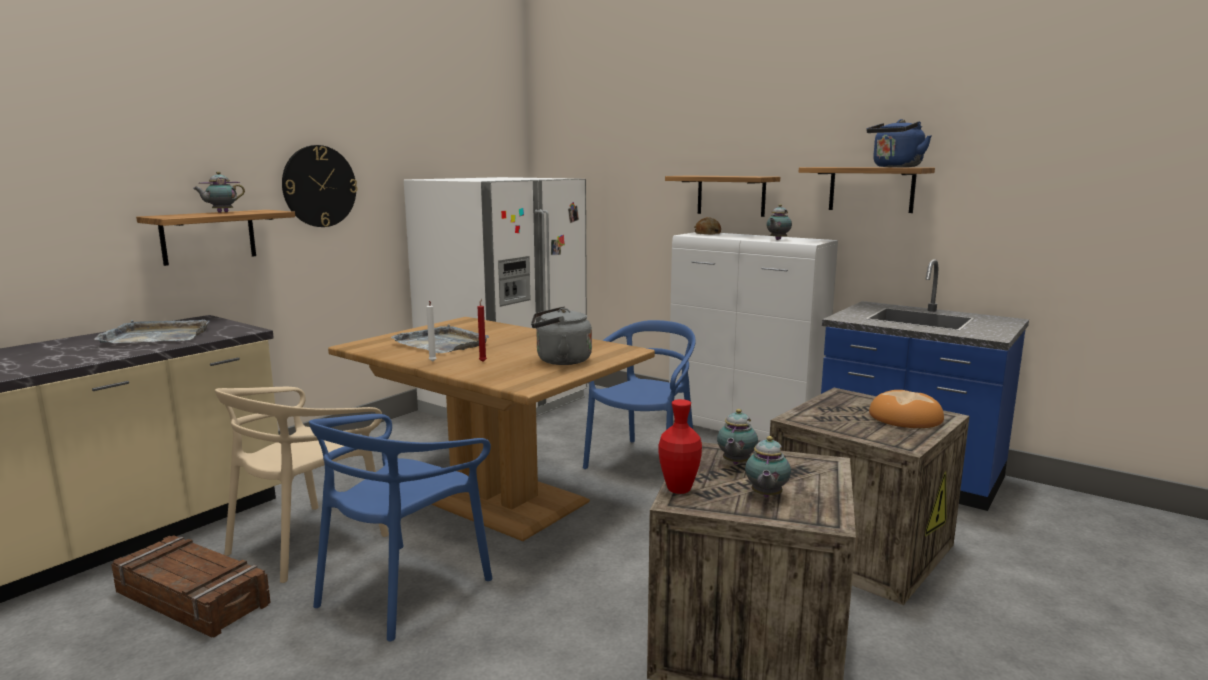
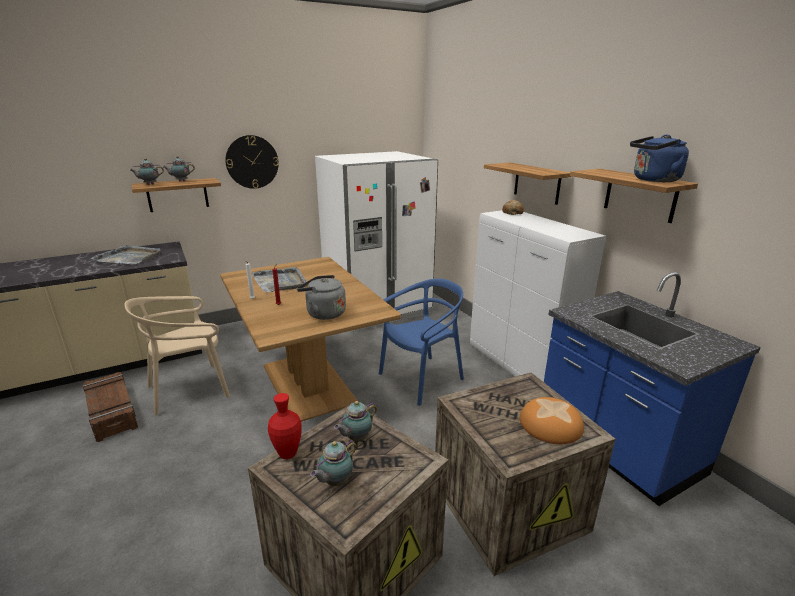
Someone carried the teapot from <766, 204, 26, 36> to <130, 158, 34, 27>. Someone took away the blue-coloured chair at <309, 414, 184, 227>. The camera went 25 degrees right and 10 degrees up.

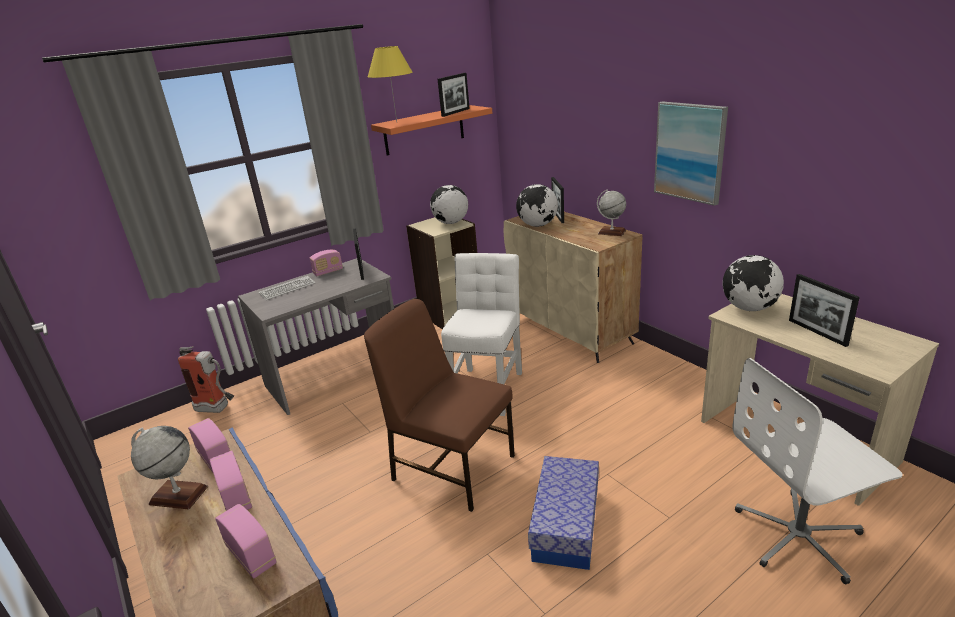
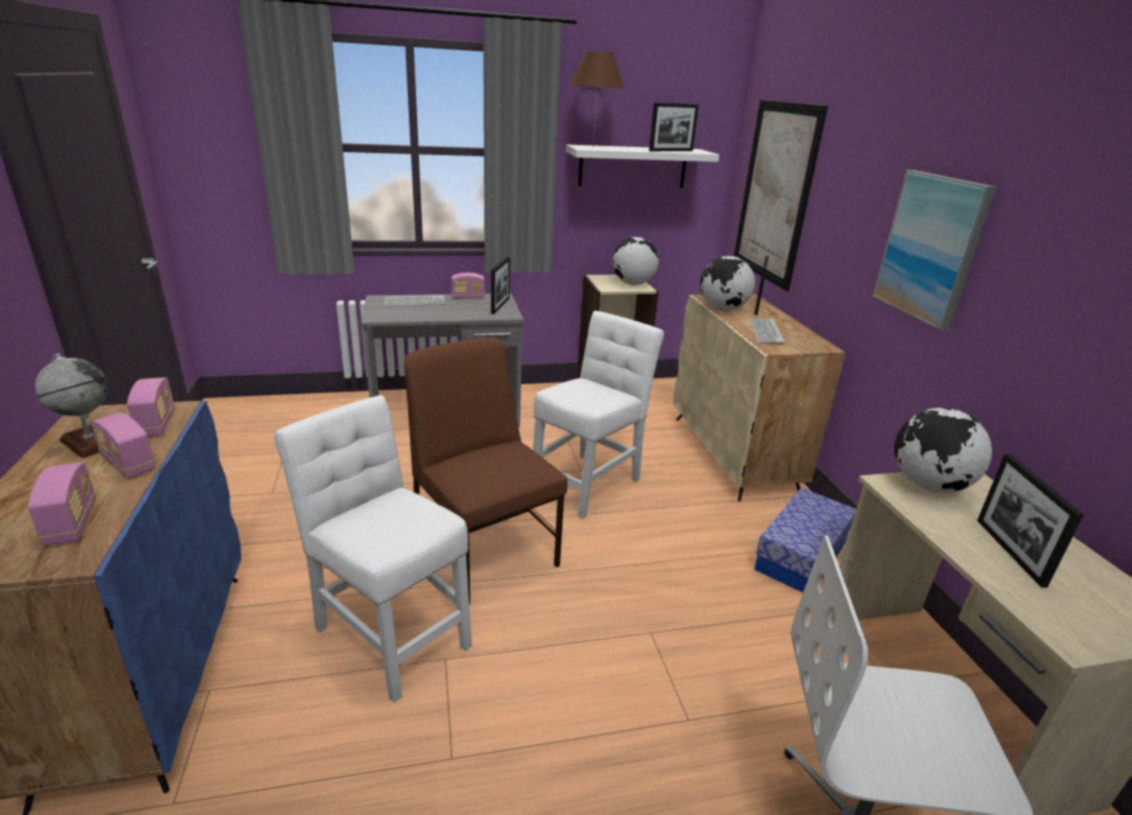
Someone rotated the radio receiver at <210, 451, 42, 60> by 135 degrees clockwise. Someone put down the white-coloured chair at <274, 395, 198, 308>. Someone repainted the orange-coloured wall shelf at <371, 105, 121, 50>, which became the white-coloured wall shelf at <566, 145, 153, 43>. Someone repainted the yellowish tabletop lamp at <368, 46, 44, 76>, which became the brown-coloured tabletop lamp at <570, 51, 54, 97>. Someone put up the picture at <734, 99, 94, 192>. Someone put down the PC keyboard at <750, 319, 35, 25>. Someone carried the storage container from <528, 456, 71, 114> to <754, 488, 102, 105>. Someone took away the fire extinguisher at <178, 346, 56, 67>. Someone took away the globe at <597, 190, 29, 46>. The camera went 20 degrees right and 0 degrees up.

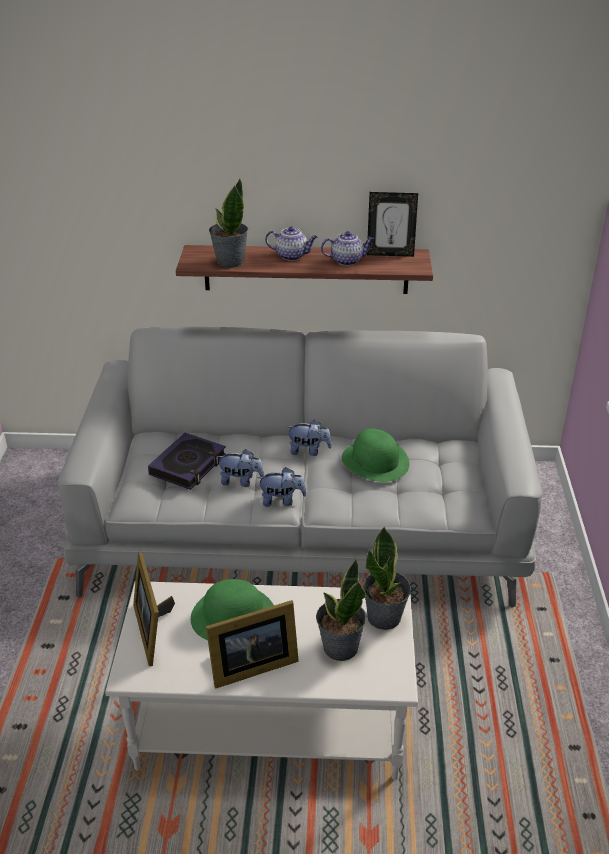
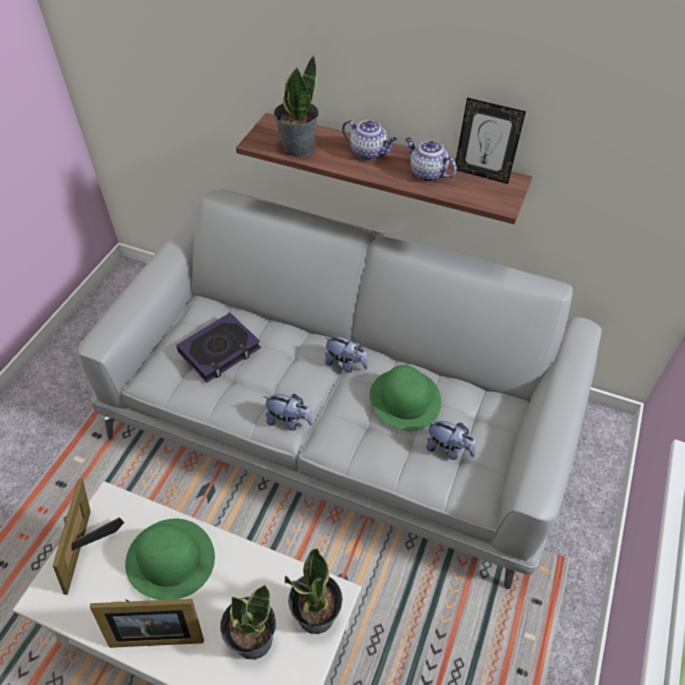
Someone rotated the teapot at <321, 231, 53, 35> by 150 degrees counterclockwise. Someone carried the plush toy from <216, 449, 48, 38> to <426, 421, 50, 39>. The camera went 20 degrees right and 15 degrees up.

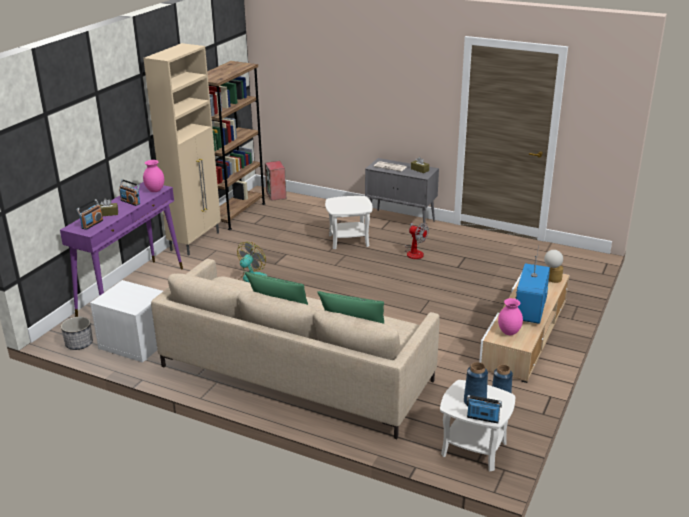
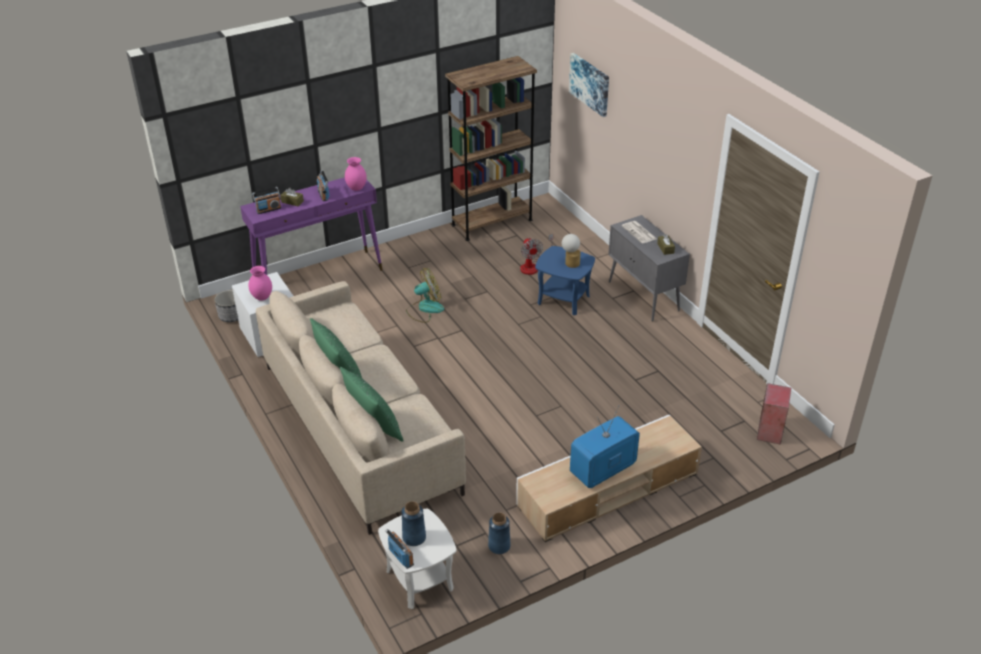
Someone carried the pink decorative vase from <498, 298, 25, 37> to <249, 266, 23, 35>. Someone carried the electric fan from <405, 222, 24, 37> to <520, 234, 33, 41>. Someone repainted the white-coloured accent table at <325, 196, 48, 54>, which became the blue-coloured accent table at <535, 246, 60, 69>. Someone carried the tabletop lamp from <544, 250, 19, 33> to <562, 234, 19, 34>. Someone put up the picture at <569, 53, 40, 64>. Someone carried the audio speaker from <265, 161, 21, 40> to <757, 383, 34, 62>. Someone took away the beige-coloured storage cabinet at <143, 43, 78, 212>. The camera went 35 degrees right and 10 degrees up.

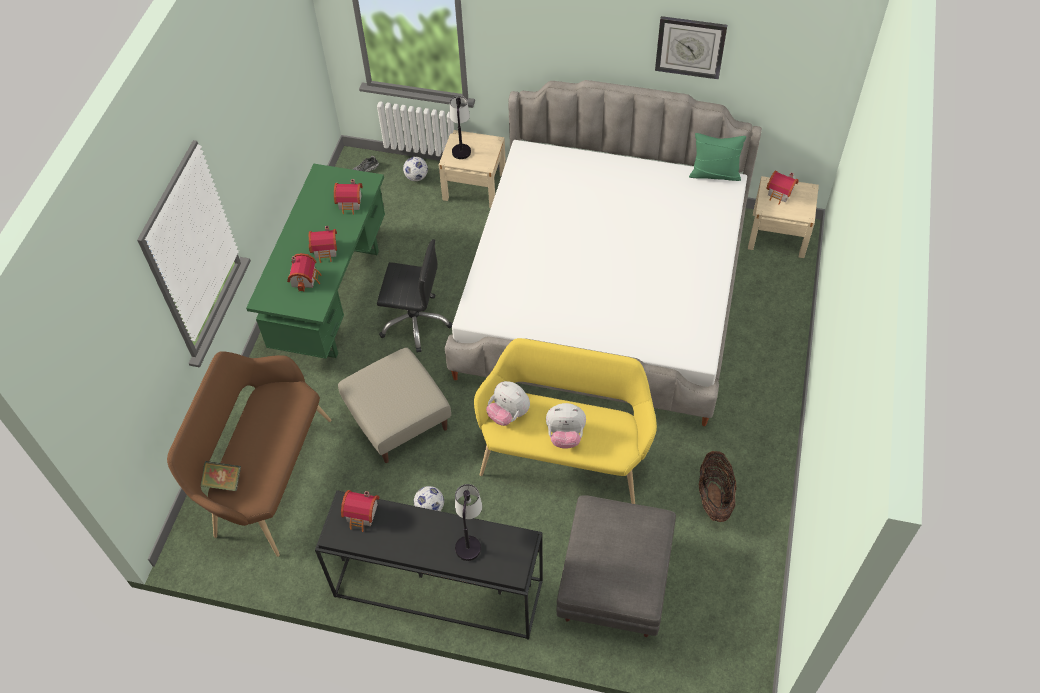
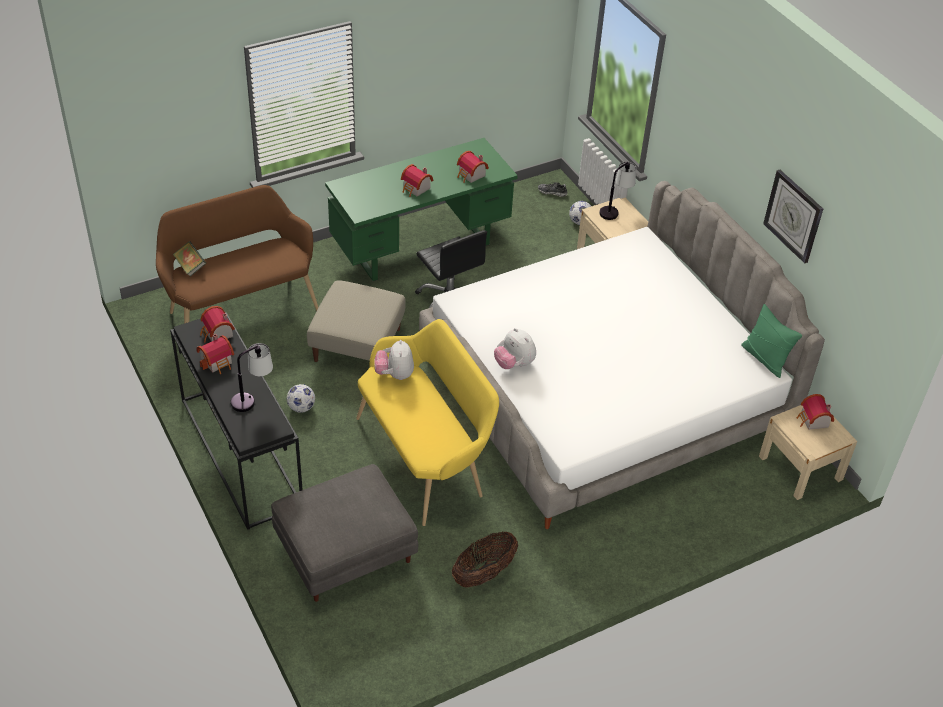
Someone carried the model house from <287, 253, 35, 39> to <196, 334, 38, 40>. Someone carried the plush toy from <546, 403, 40, 46> to <494, 328, 42, 41>. The camera went 45 degrees right and 10 degrees down.

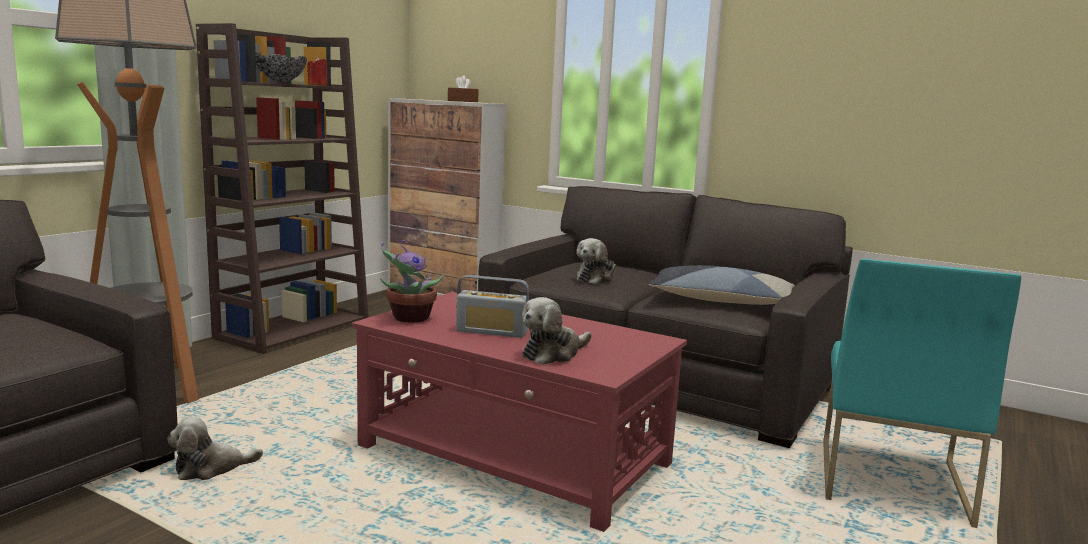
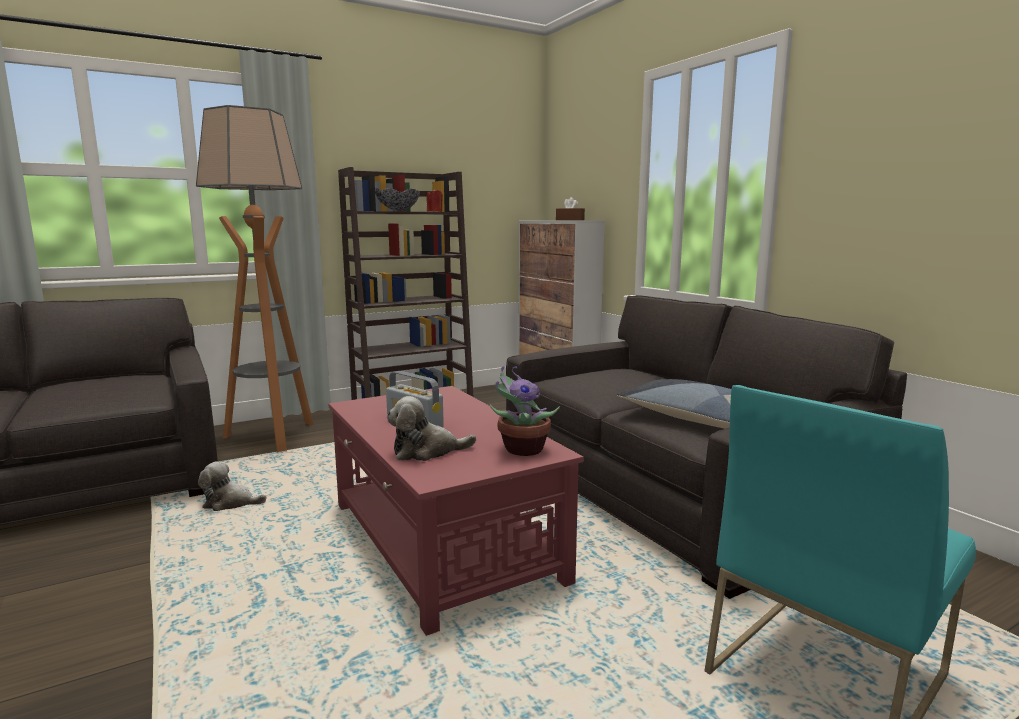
Someone carried the potted plant from <380, 240, 64, 83> to <490, 366, 70, 90>. Someone took away the plush toy at <576, 238, 40, 46>. The camera went 30 degrees right and 0 degrees up.

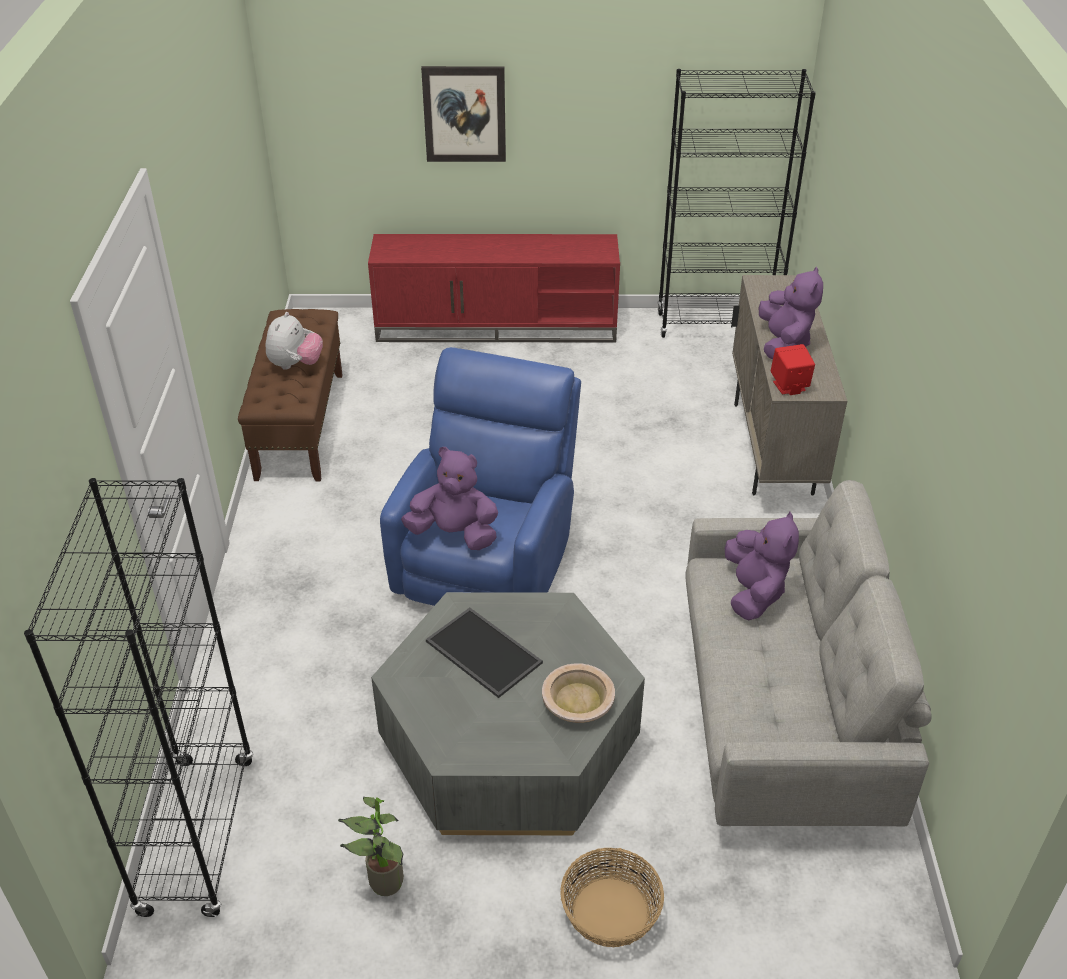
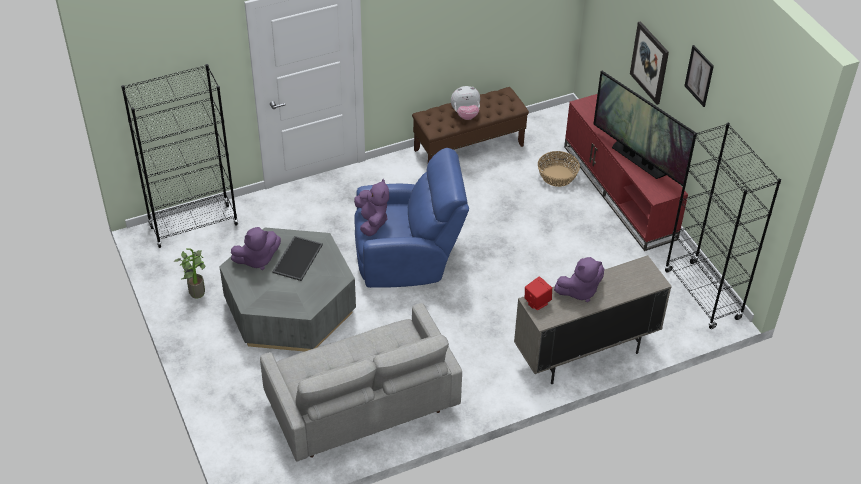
Someone carried the purple-coloured plush toy from <725, 512, 74, 108> to <231, 227, 50, 43>. Someone carried the household basket from <560, 848, 104, 99> to <538, 151, 42, 36>. Someone put down the TV at <593, 71, 103, 115>. Someone put up the picture at <684, 45, 30, 62>. Someone took away the beige-coloured bowl at <542, 663, 73, 60>. The camera went 65 degrees right and 5 degrees up.

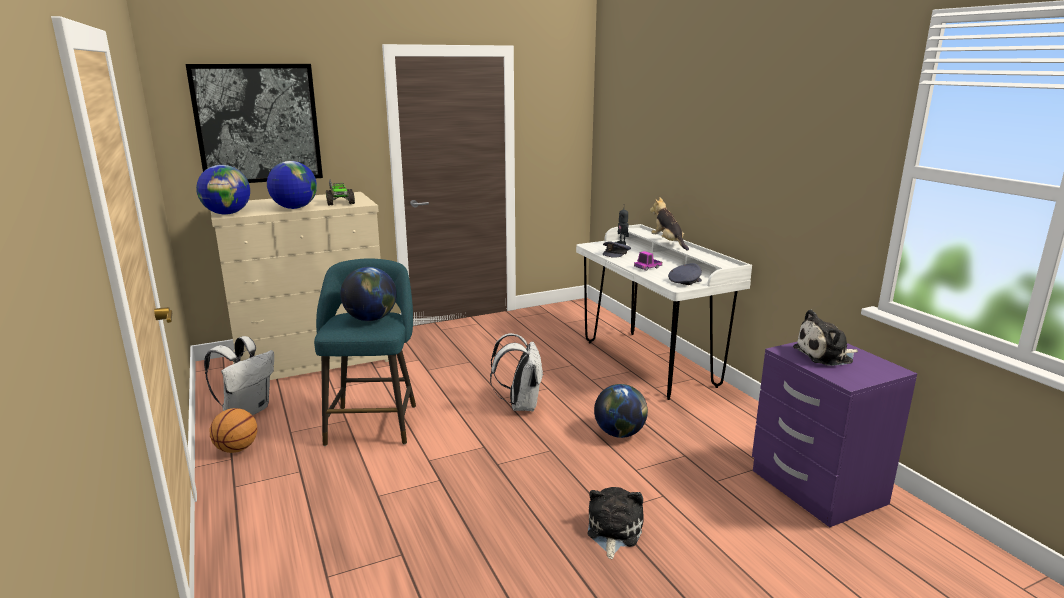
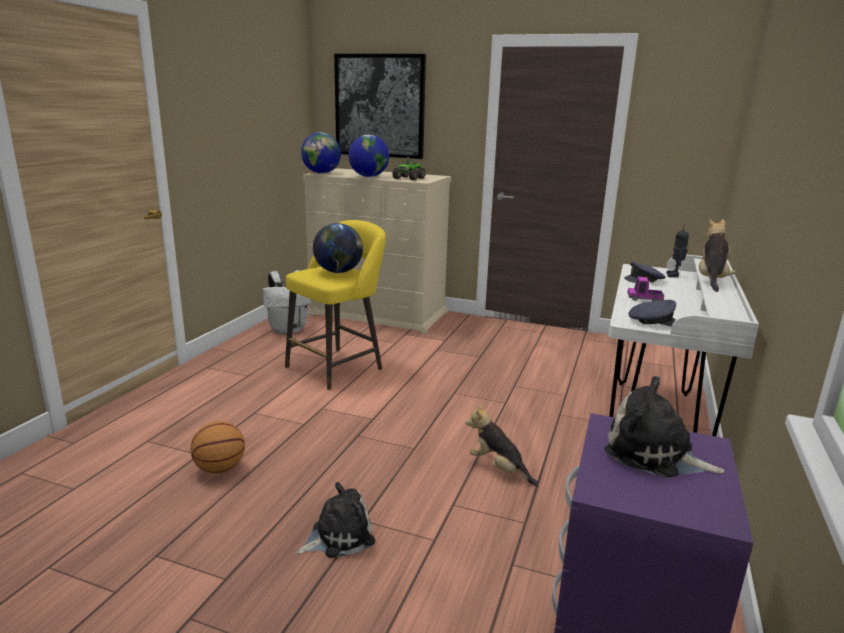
Someone carried the ball for basketball from <210, 408, 47, 45> to <190, 421, 55, 53>. Someone repainted the turquoise sitting stool at <314, 258, 102, 188>, which became the yellowish sitting stool at <285, 220, 101, 170>. Someone swapped the globe at <594, 384, 54, 54> for the plush toy at <465, 403, 73, 83>. Someone took away the white-coloured backpack at <490, 333, 53, 79>. The camera went 45 degrees right and 0 degrees up.

